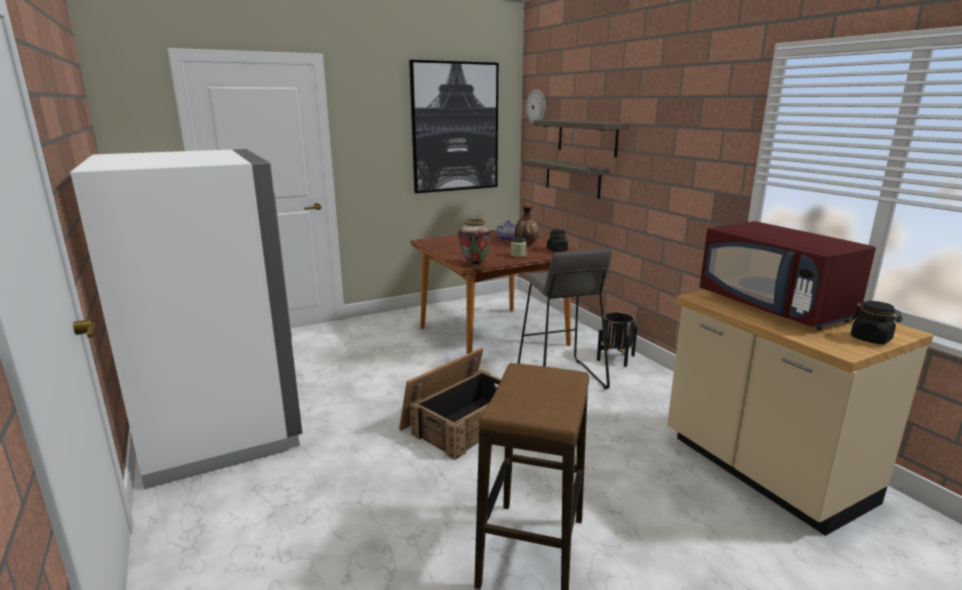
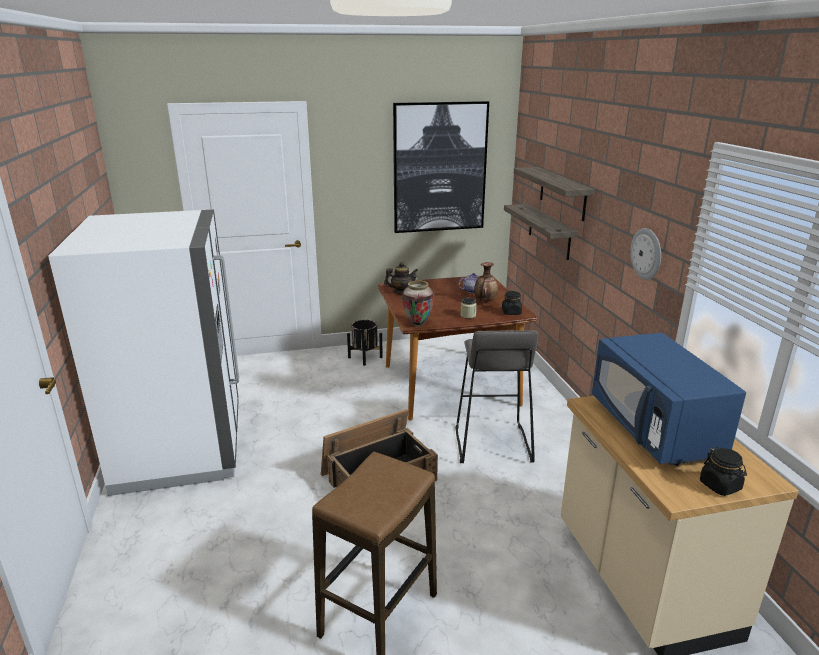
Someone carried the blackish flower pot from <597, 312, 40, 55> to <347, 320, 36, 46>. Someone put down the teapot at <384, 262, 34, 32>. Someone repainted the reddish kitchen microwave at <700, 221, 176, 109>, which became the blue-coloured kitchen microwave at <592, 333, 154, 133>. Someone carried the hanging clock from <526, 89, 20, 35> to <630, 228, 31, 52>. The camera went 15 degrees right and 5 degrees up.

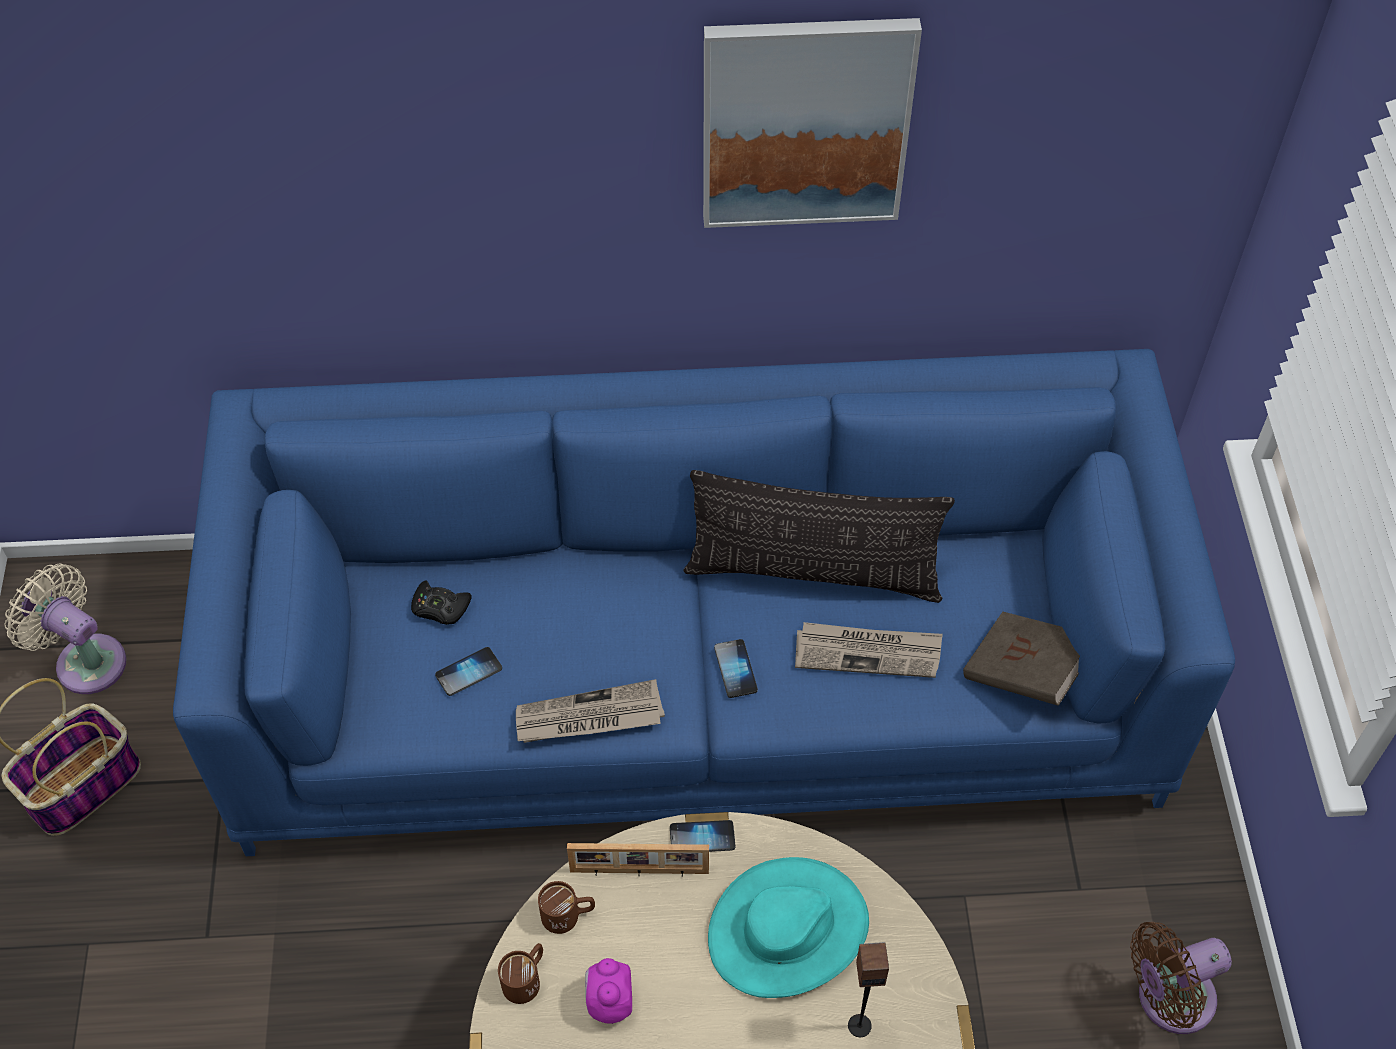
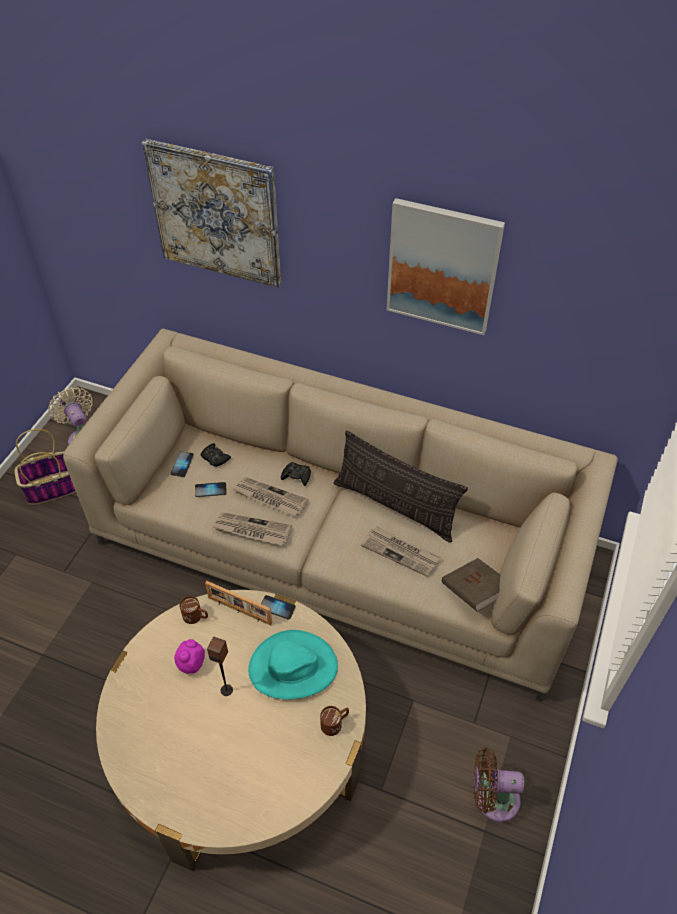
Someone repainted the blue-coloured couch at <173, 349, 1062, 507>, which became the beige-coloured couch at <63, 329, 555, 372>. Someone put up the picture at <142, 139, 139, 149>. Someone carried the handset from <714, 639, 44, 59> to <171, 451, 23, 26>. Someone carried the audio speaker from <848, 942, 41, 95> to <207, 636, 26, 60>. Someone put down the daily paper at <233, 477, 76, 40>. Someone put down the blackish joypad at <281, 462, 30, 24>. Someone carried the brown-coloured coffee mug from <498, 943, 45, 61> to <320, 706, 29, 30>. The camera went 25 degrees right and 5 degrees down.

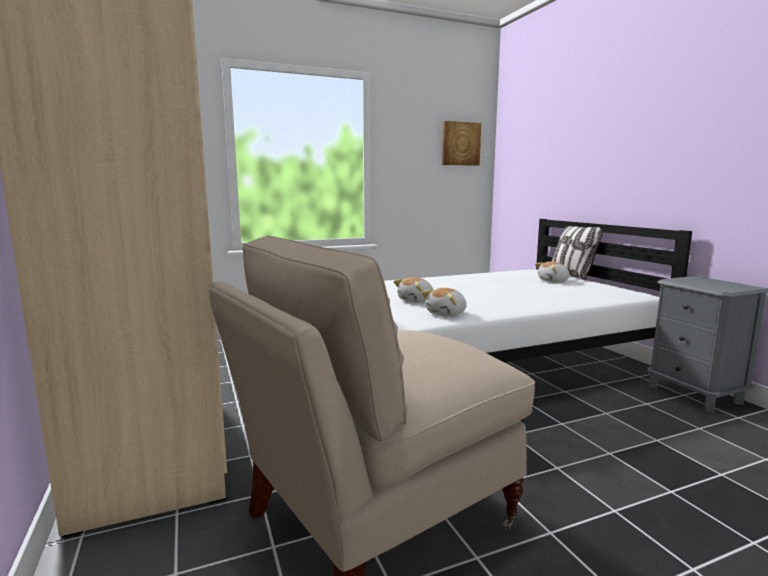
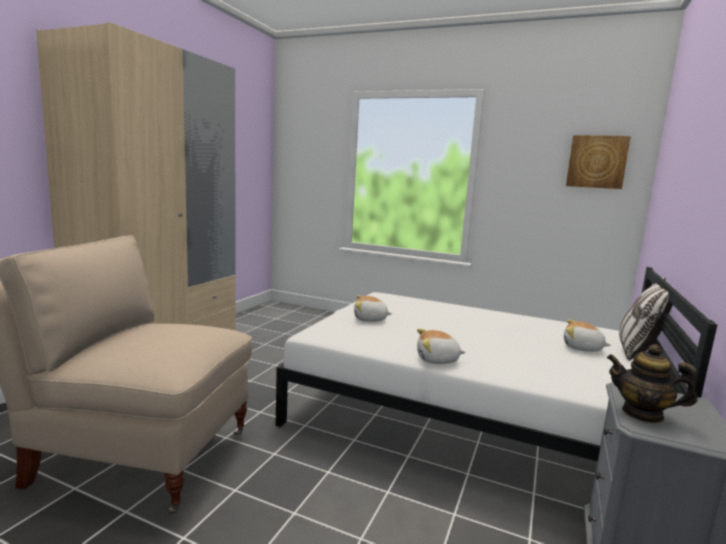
Someone carried the plush toy from <422, 288, 45, 28> to <417, 329, 49, 35>. Someone put down the teapot at <607, 344, 91, 79>. The camera went 45 degrees right and 0 degrees up.

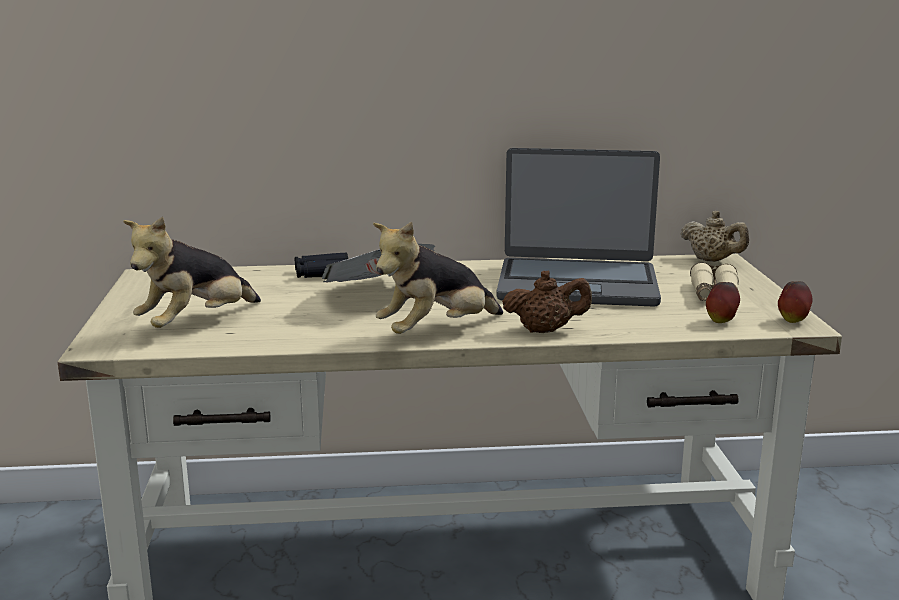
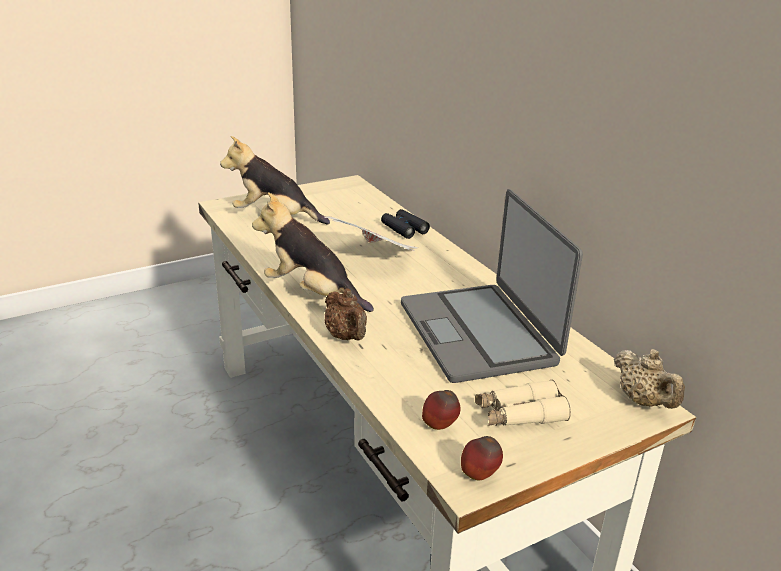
Someone rotated the beige-coloured teapot at <680, 211, 69, 51> by 45 degrees counterclockwise. The camera went 65 degrees right and 10 degrees up.

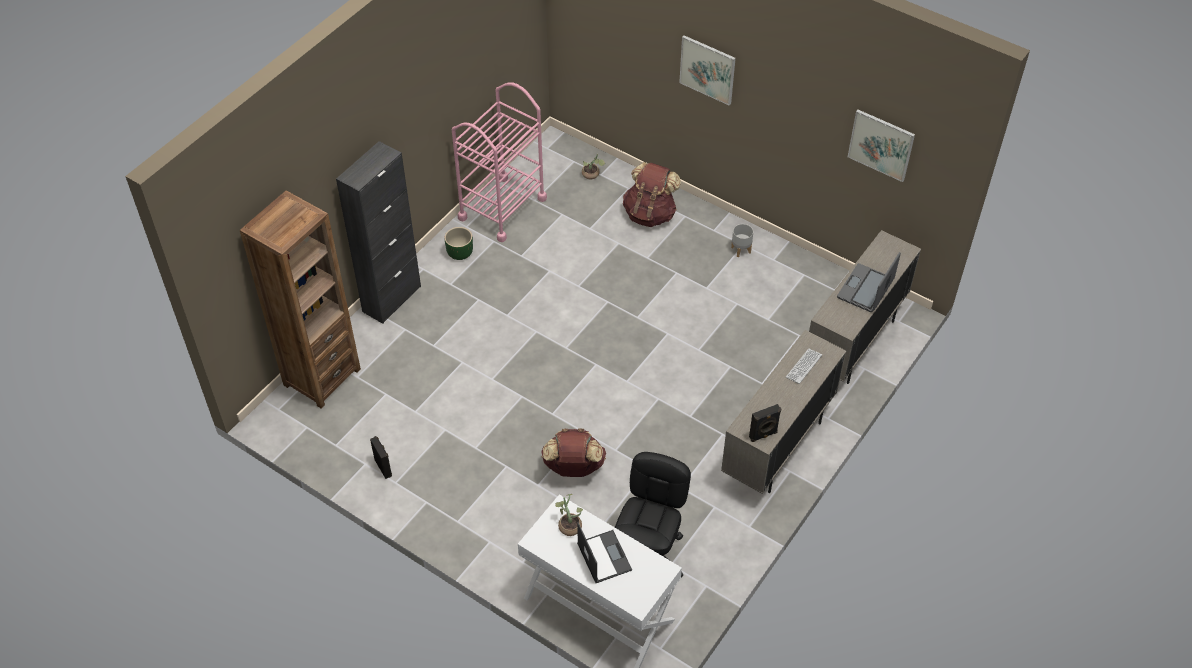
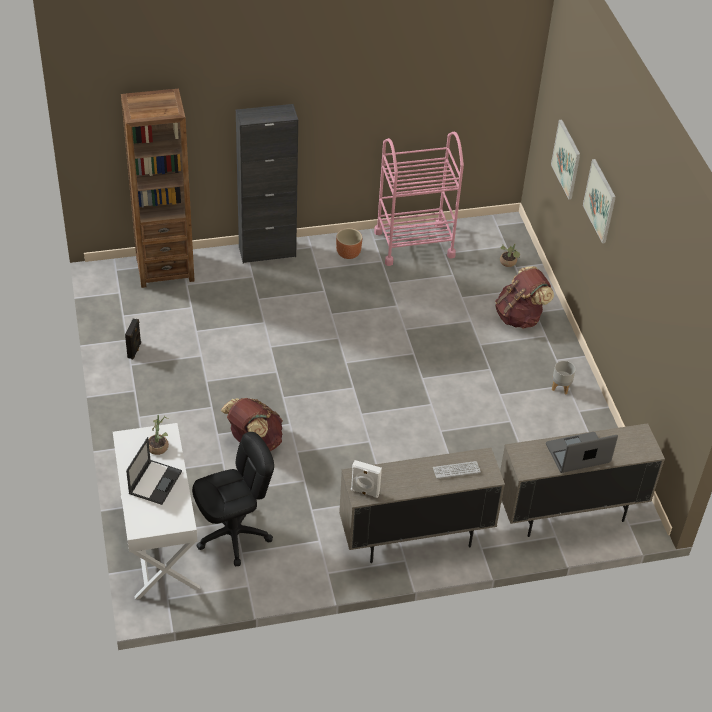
Someone repainted the greenish flower pot at <444, 227, 29, 33>, which became the brown-coloured flower pot at <336, 228, 26, 31>. Someone repainted the blackish audio speaker at <749, 404, 32, 38>, which became the white-coloured audio speaker at <351, 460, 31, 38>. Someone carried the picture from <848, 110, 67, 72> to <551, 120, 29, 80>. The camera went 40 degrees right and 5 degrees down.

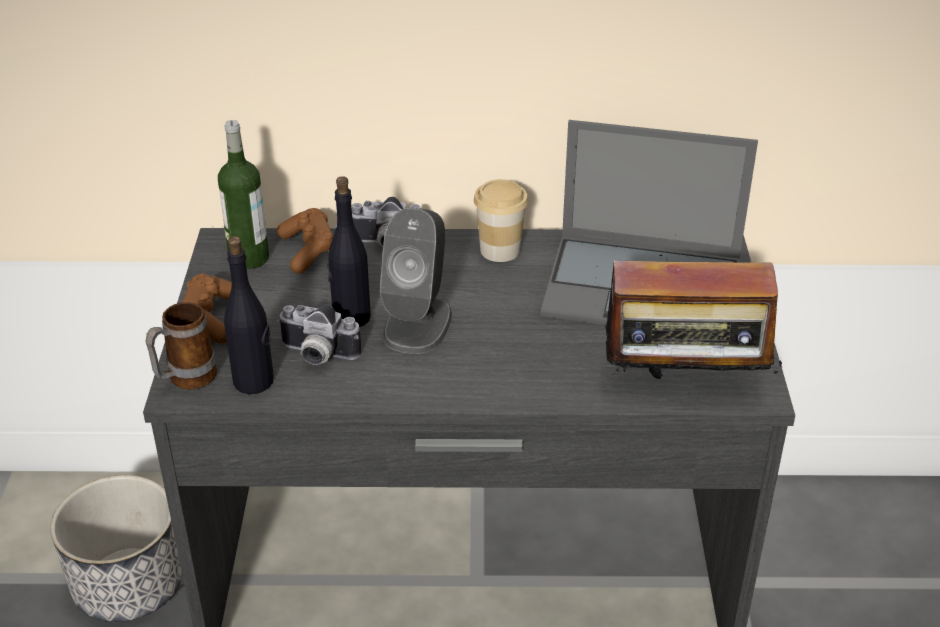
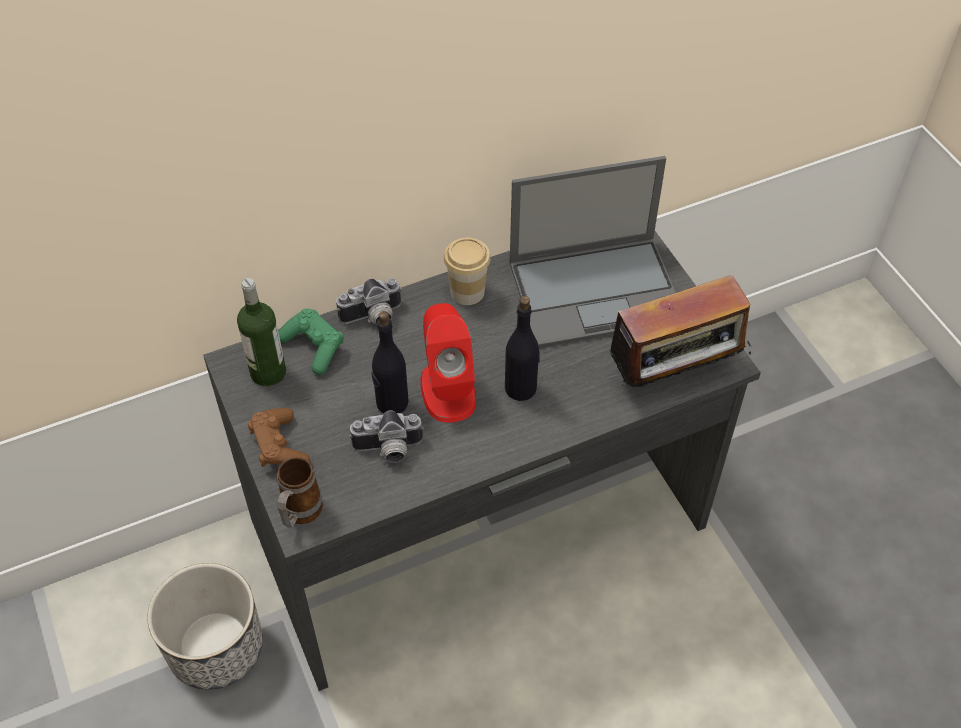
Someone repainted the brown-coloured joypad at <277, 208, 57, 66>, which became the greenish joypad at <278, 308, 66, 67>. Someone repainted the greyish audio speaker at <380, 208, 72, 146>, which became the reddish audio speaker at <420, 303, 56, 120>. Someone carried the blackish drink bottle from <224, 236, 50, 158> to <505, 296, 35, 105>. The camera went 25 degrees left and 15 degrees up.

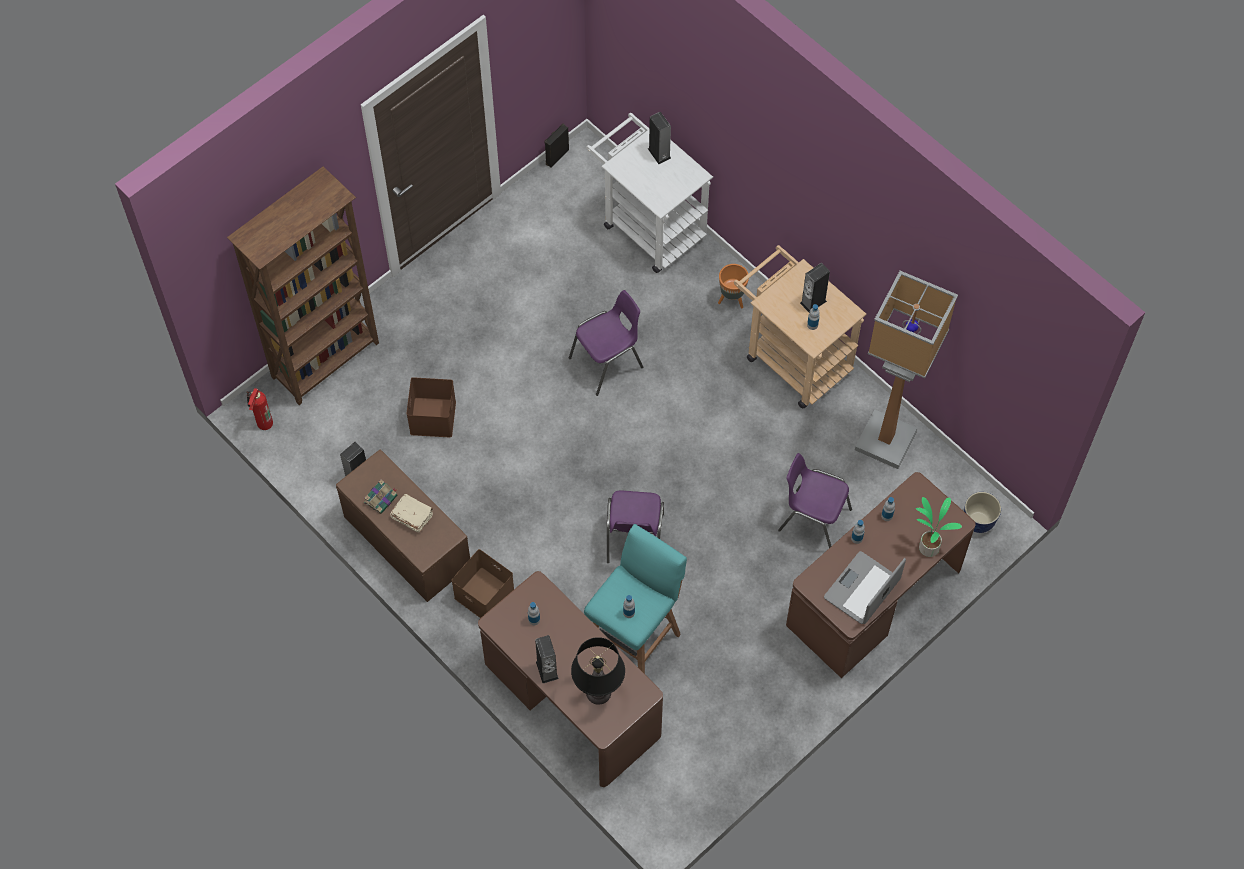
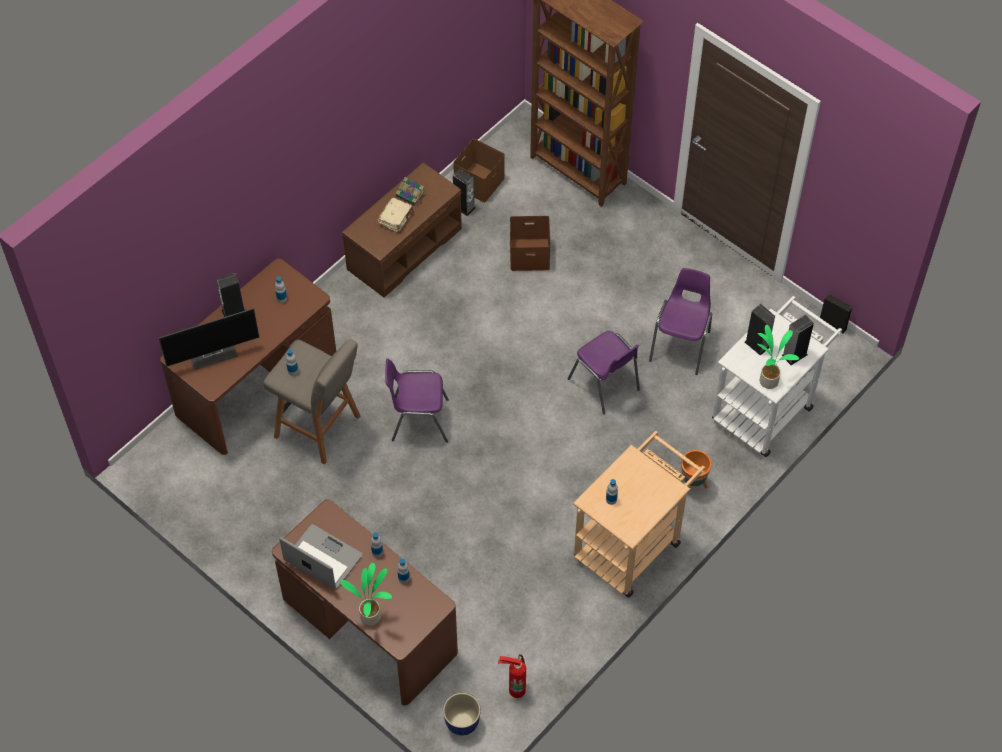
Someone swapped the blackish tabletop lamp at <571, 637, 54, 68> for the computer screen at <159, 308, 100, 62>. Someone repainted the turquoise sitting stool at <584, 524, 103, 150>, which became the greyish sitting stool at <263, 339, 97, 126>. Someone carried the brown-coloured storage container from <452, 549, 62, 69> to <453, 139, 52, 64>. Someone carried the fire extinguisher from <246, 388, 27, 42> to <498, 654, 28, 44>. Someone carried the purple-coloured chair from <778, 453, 74, 95> to <649, 268, 63, 107>. Someone carried the audio speaker from <800, 263, 30, 50> to <744, 304, 31, 52>. Someone put down the potted plant at <757, 325, 42, 64>. Someone took away the standing lamp at <855, 271, 103, 198>. The camera went 85 degrees right and 5 degrees down.

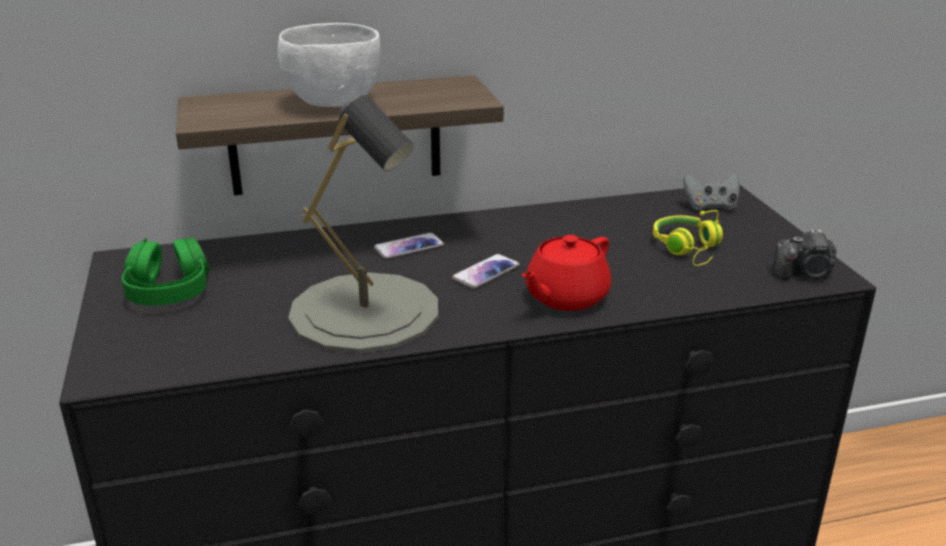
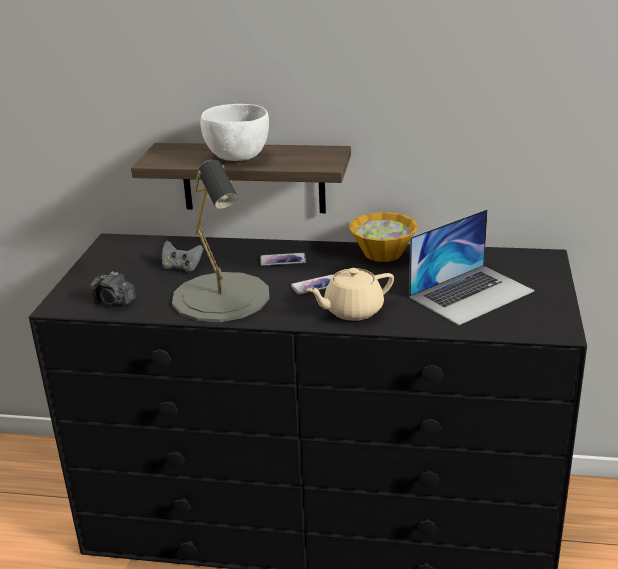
Someone carried the photo camera from <773, 229, 64, 51> to <90, 271, 46, 35>. Someone carried the greyish joypad from <683, 173, 57, 37> to <162, 241, 41, 31>. Someone repainted the reddish teapot at <522, 235, 89, 76>, which became the beige-coloured teapot at <306, 268, 88, 53>. Someone put down the bowl at <349, 212, 69, 50>. Someone swapped the yellowish headset at <653, 210, 70, 56> for the portable computer at <409, 209, 126, 116>. Someone took away the greenish headset at <122, 238, 87, 67>. The camera went 25 degrees right and 0 degrees up.

